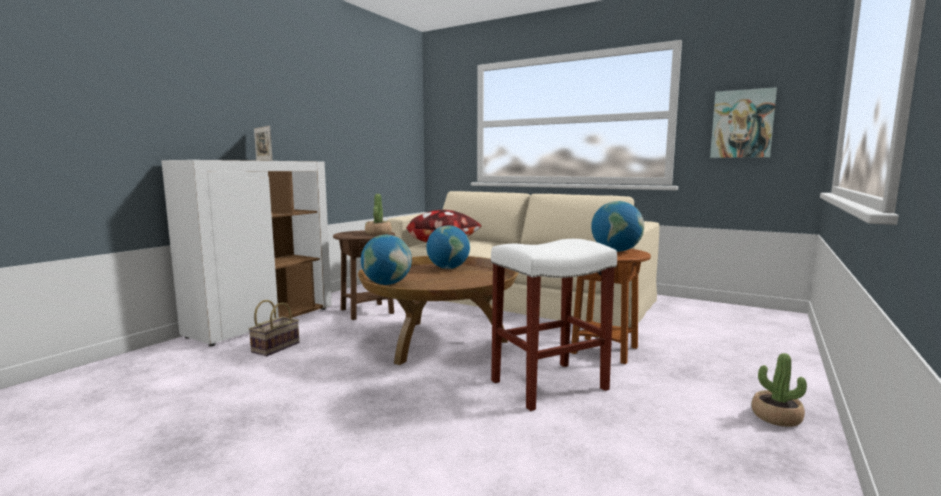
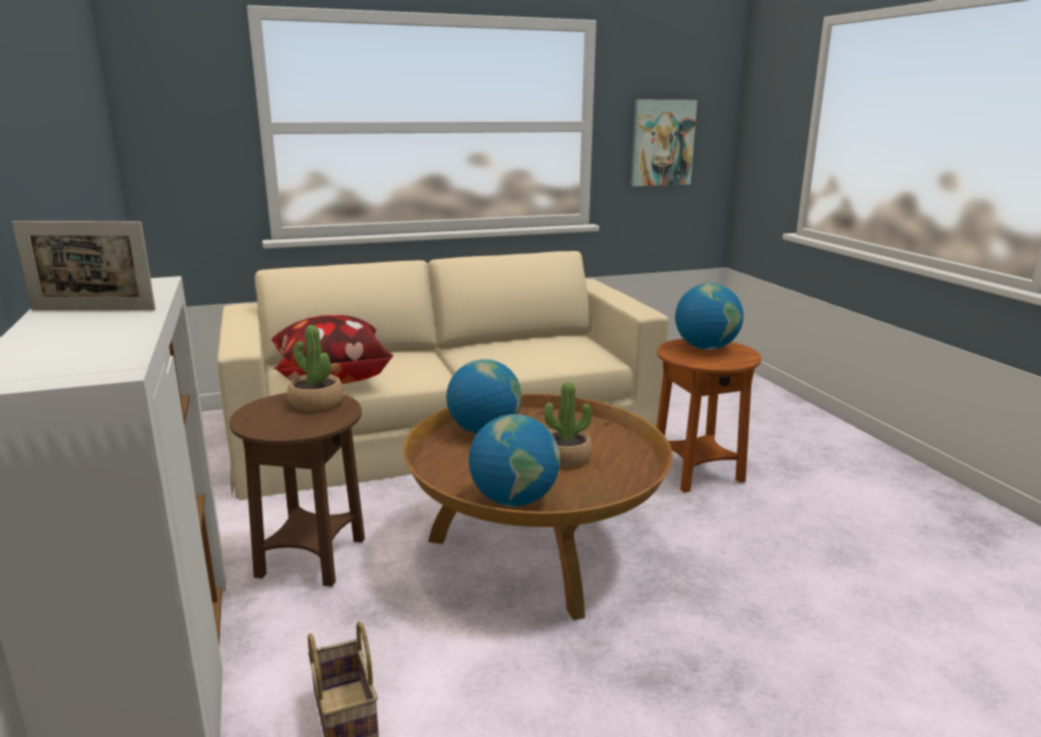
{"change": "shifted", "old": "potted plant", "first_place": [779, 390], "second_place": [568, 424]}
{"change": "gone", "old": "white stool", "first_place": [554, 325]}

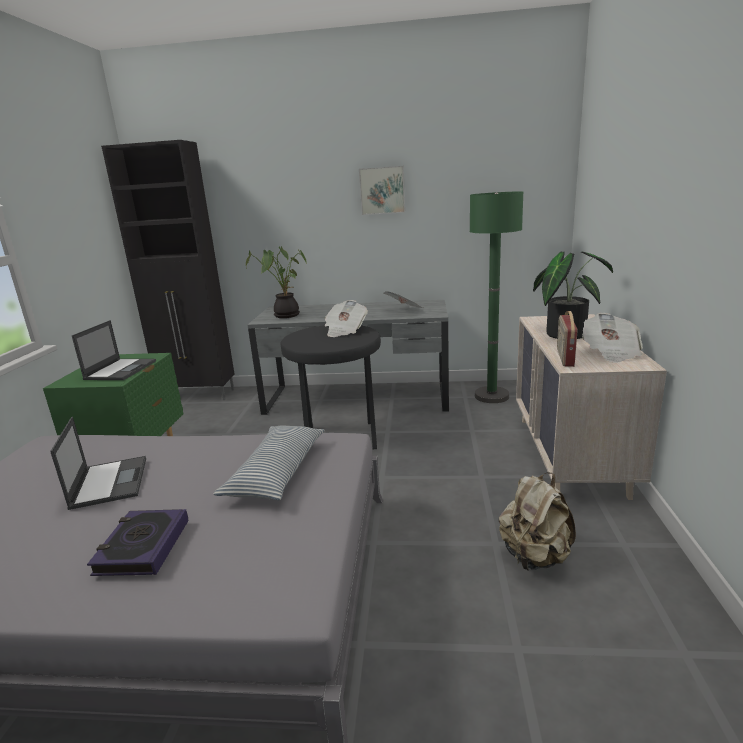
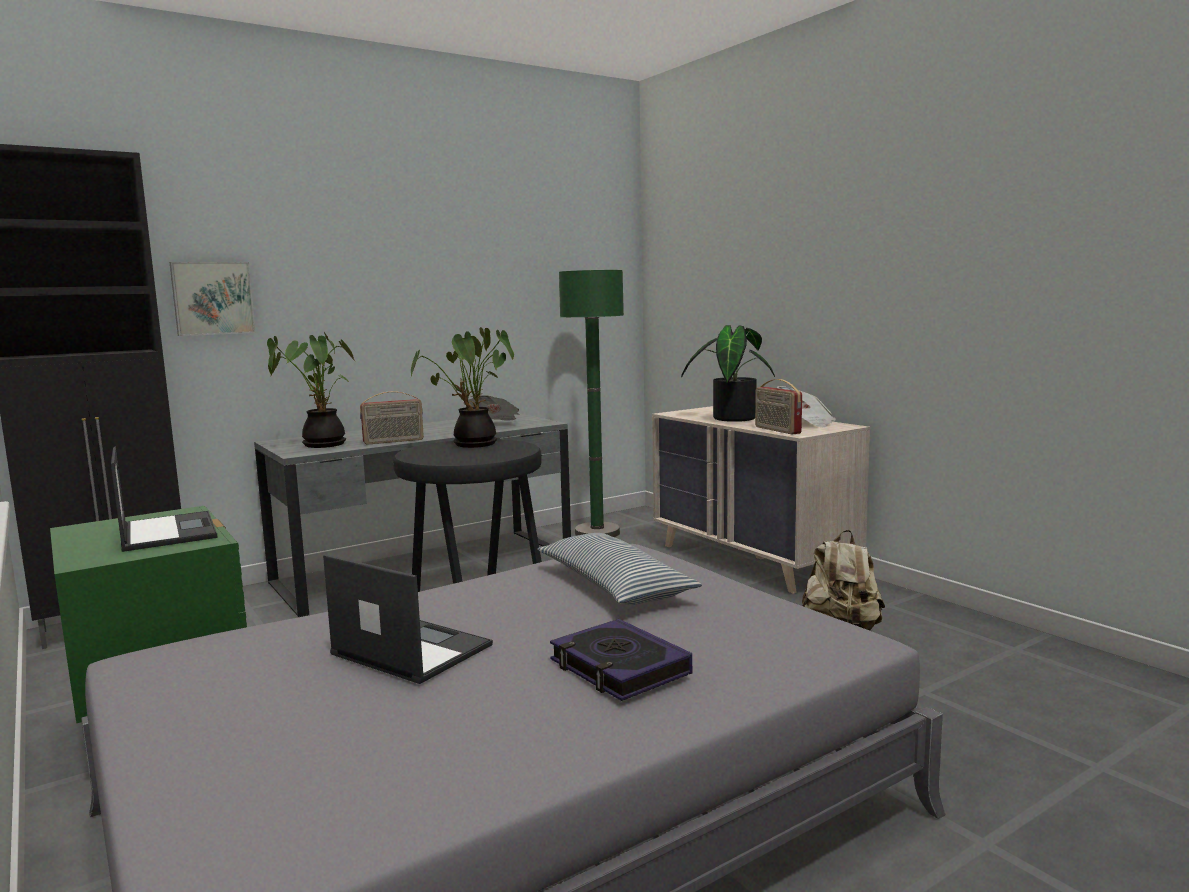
{"change": "shifted", "old": "picture", "first_place": [382, 190], "second_place": [212, 299]}
{"change": "new", "new": "radio", "second_place": [392, 418]}
{"change": "swapped", "old": "newspaper", "new": "potted plant", "first_place": [346, 318], "second_place": [462, 387]}

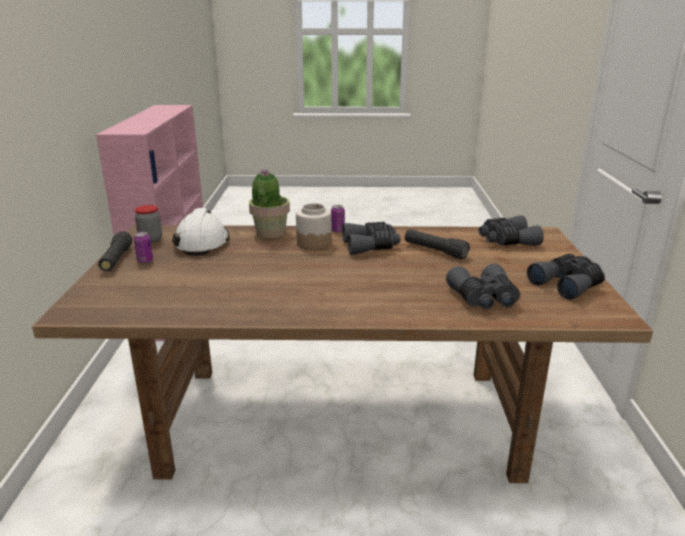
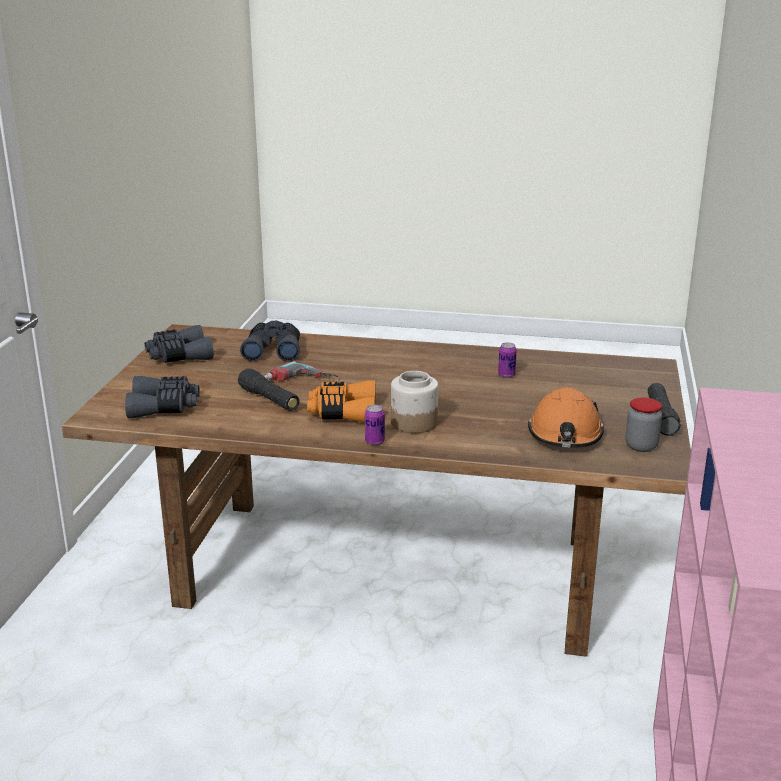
{"change": "new", "new": "power drill", "second_place": [301, 371]}
{"change": "repainted", "old": "grey binoculars", "new": "orange binoculars", "first_place": [371, 238], "second_place": [341, 401]}
{"change": "shifted", "old": "can", "first_place": [143, 248], "second_place": [507, 360]}
{"change": "repainted", "old": "white hard hat", "new": "orange hard hat", "first_place": [201, 232], "second_place": [566, 418]}
{"change": "gone", "old": "potted plant", "first_place": [269, 203]}

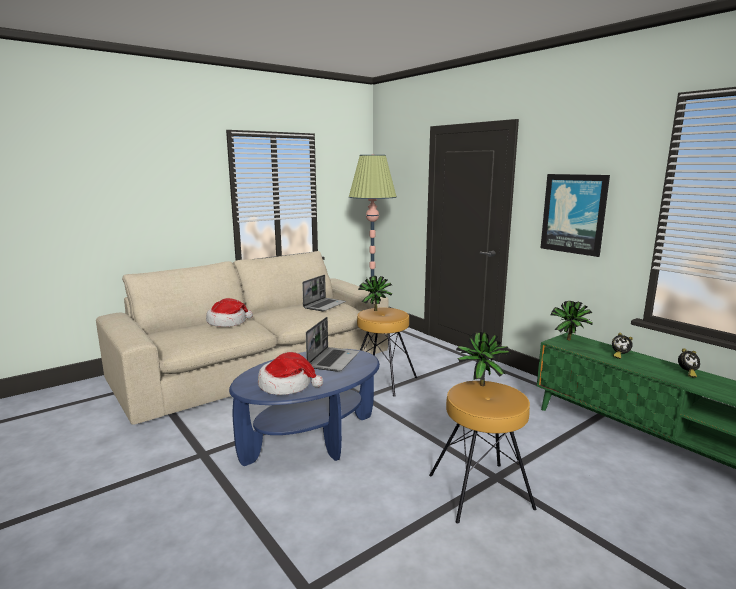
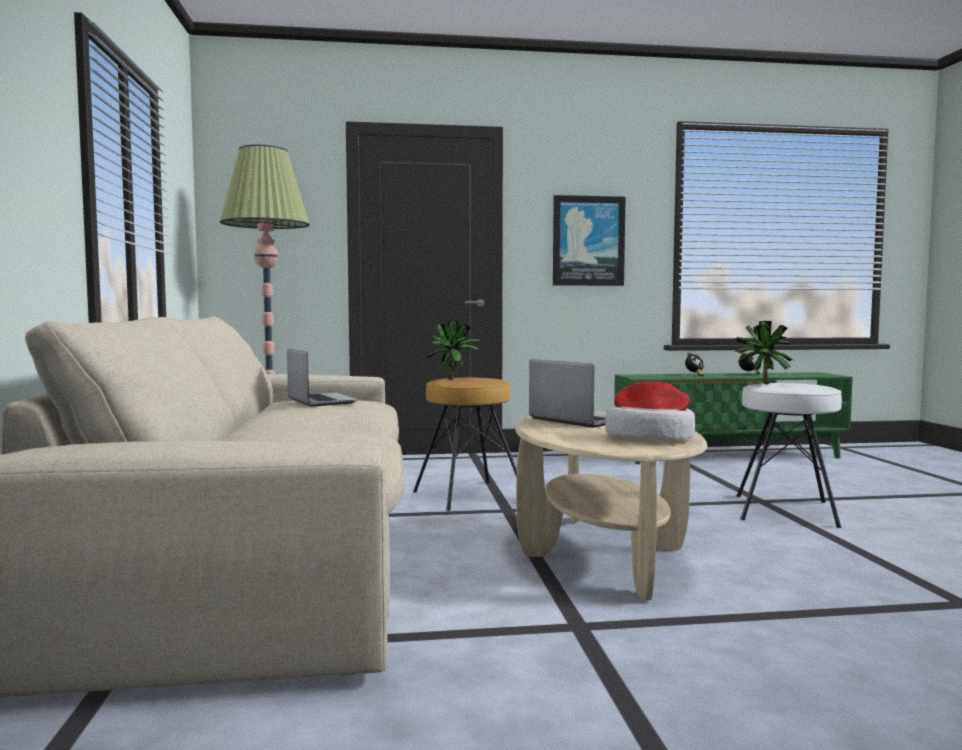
{"change": "repainted", "old": "blue coffee table", "new": "beige coffee table", "first_place": [304, 407], "second_place": [611, 506]}
{"change": "repainted", "old": "brown stool", "new": "white stool", "first_place": [483, 452], "second_place": [789, 455]}
{"change": "gone", "old": "hat", "first_place": [229, 312]}
{"change": "gone", "old": "potted plant", "first_place": [571, 321]}

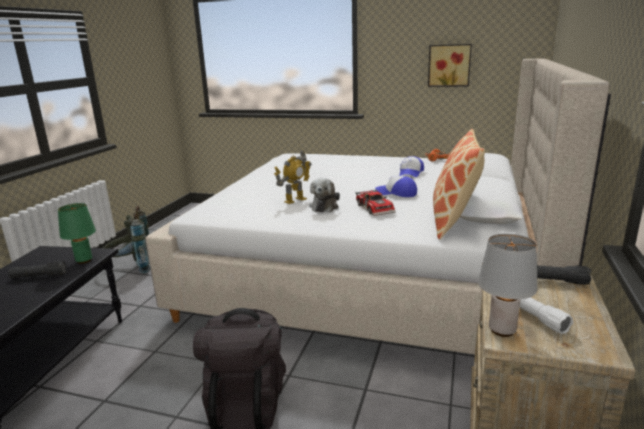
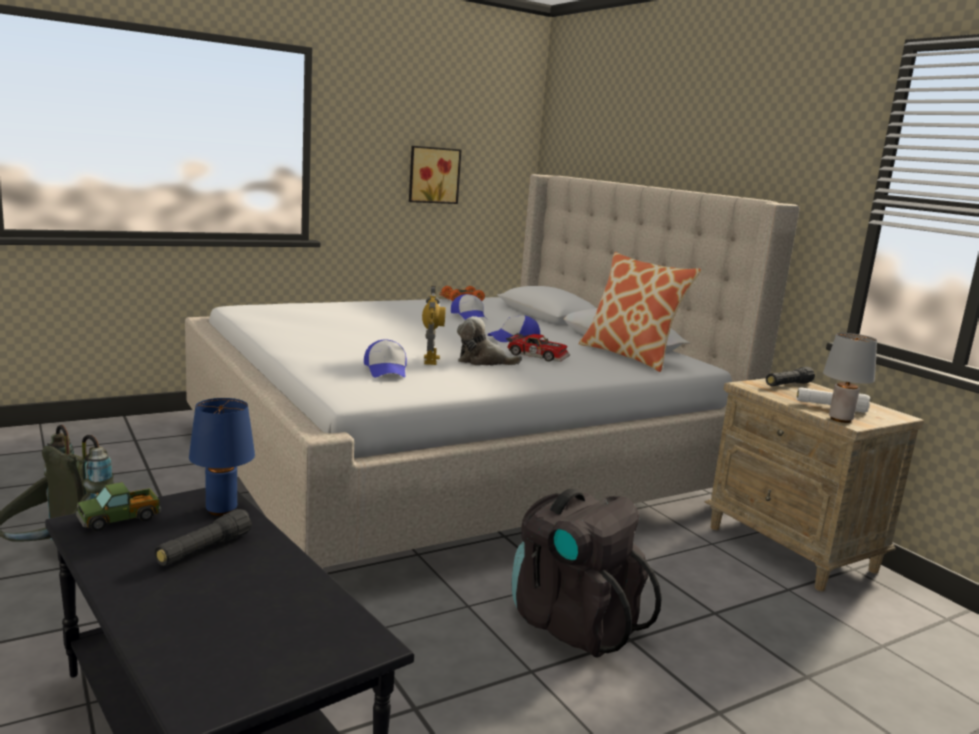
{"change": "new", "new": "toy truck", "second_place": [118, 506]}
{"change": "repainted", "old": "green table lamp", "new": "blue table lamp", "first_place": [77, 233], "second_place": [222, 457]}
{"change": "new", "new": "cap", "second_place": [385, 358]}
{"change": "rotated", "old": "plush toy", "first_place": [324, 195], "second_place": [489, 341], "degrees": 135}

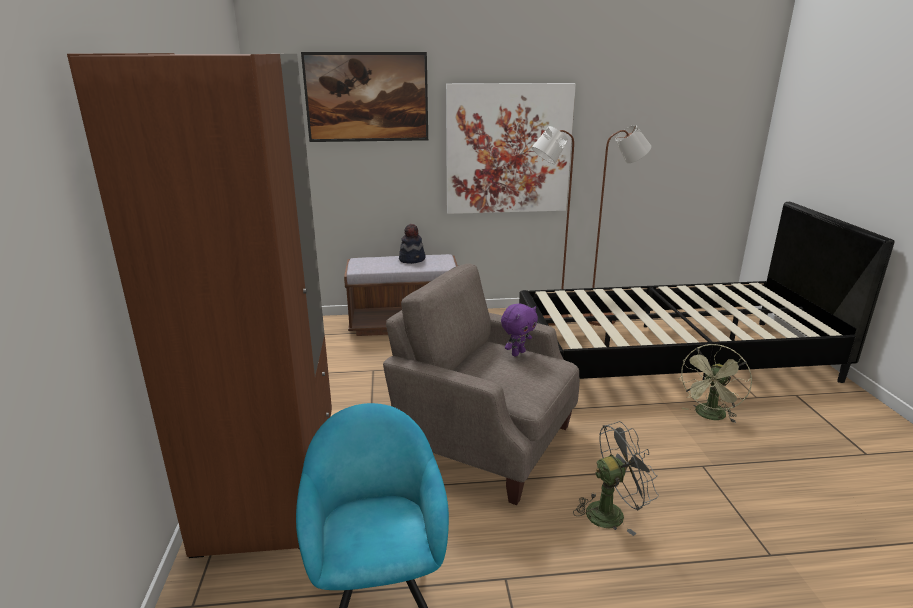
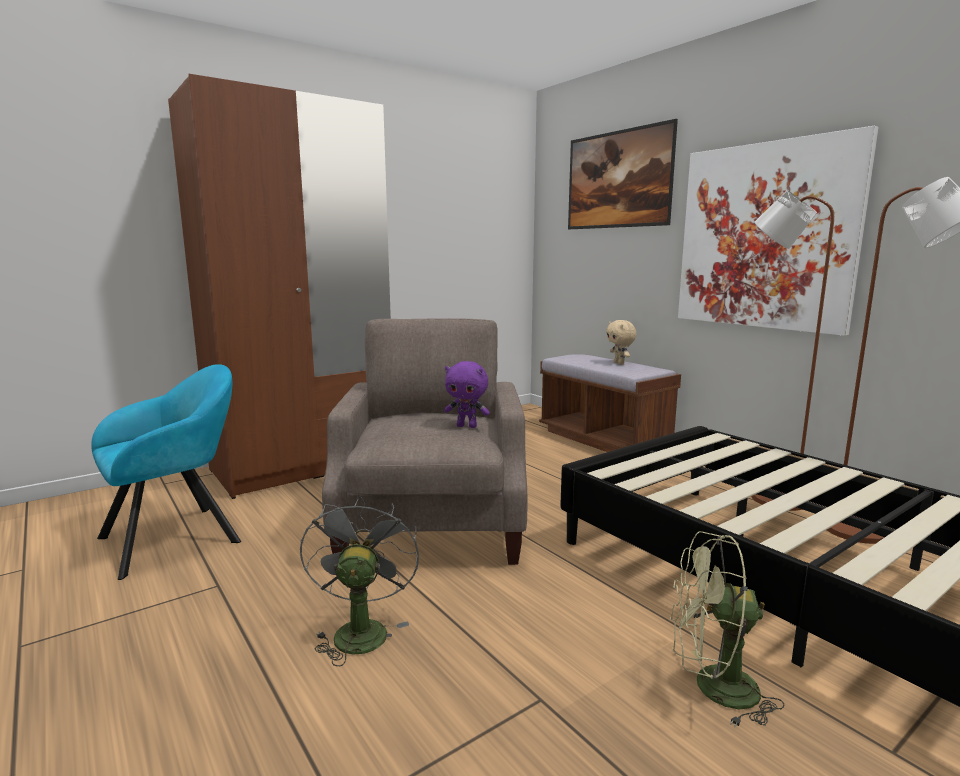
{"change": "rotated", "old": "grey fan", "first_place": [615, 478], "second_place": [359, 580], "degrees": -135}
{"change": "swapped", "old": "hat", "new": "beige plush toy", "first_place": [412, 244], "second_place": [621, 342]}

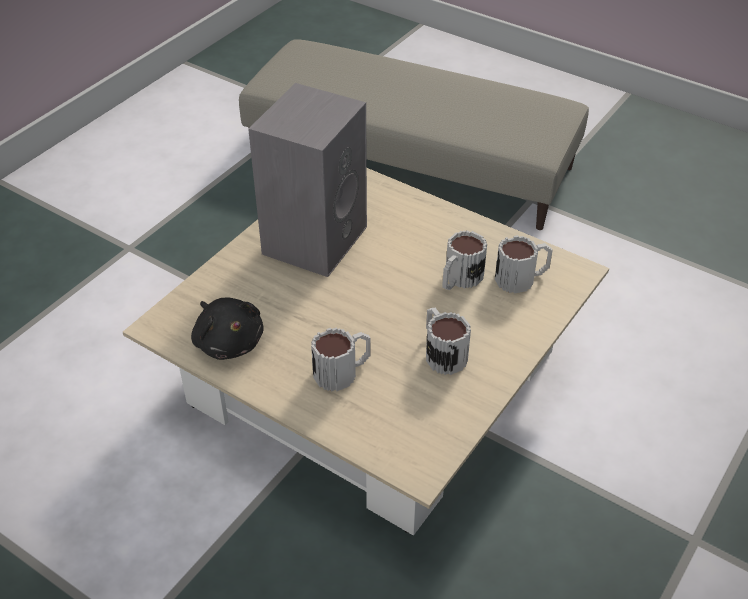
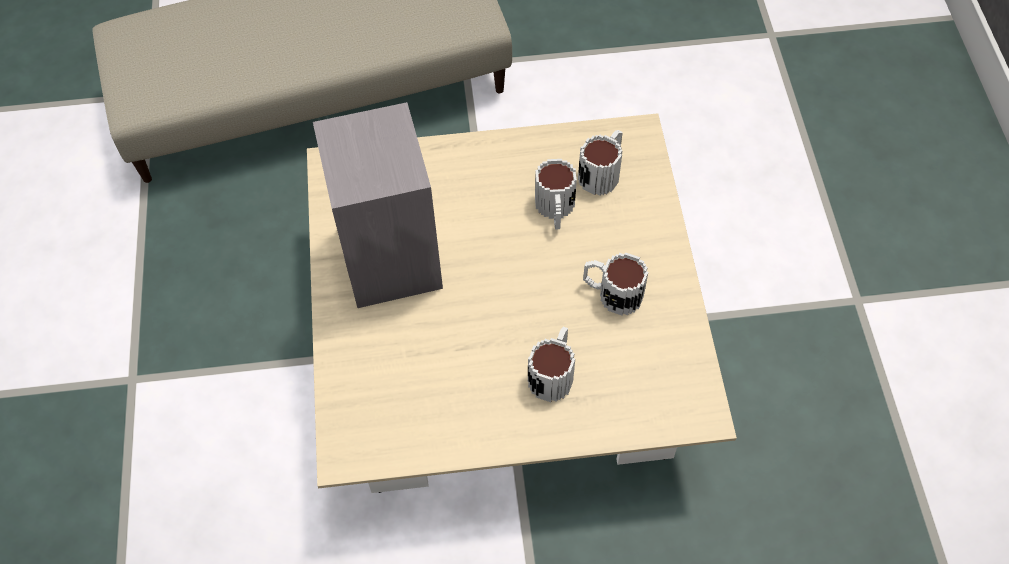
{"change": "gone", "old": "black plush toy", "first_place": [227, 328]}

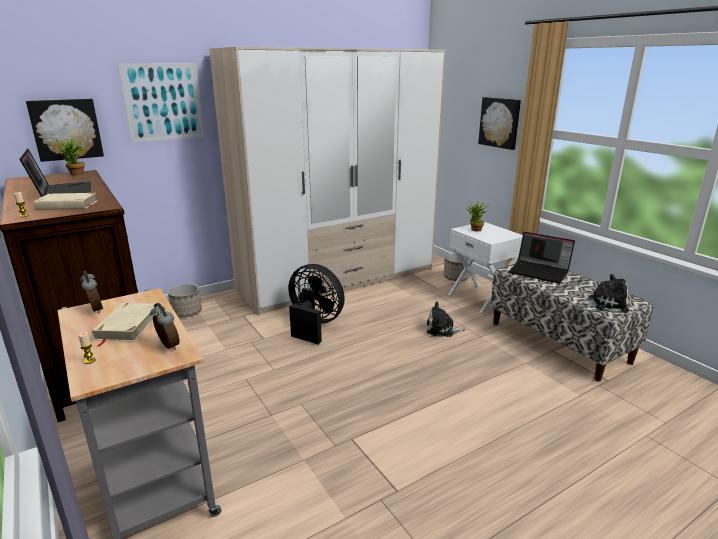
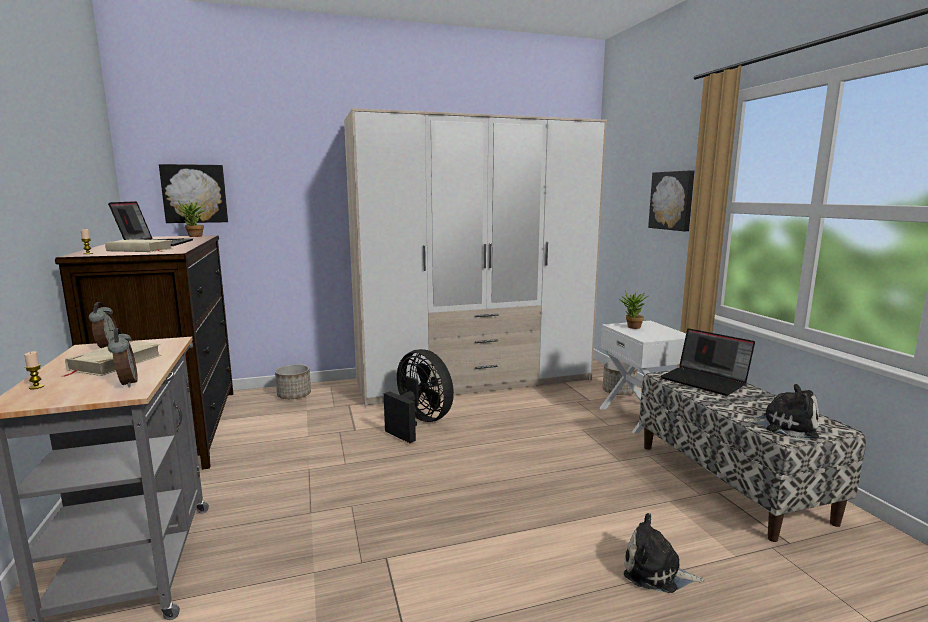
{"change": "shifted", "old": "plush toy", "first_place": [445, 319], "second_place": [664, 553]}
{"change": "gone", "old": "picture", "first_place": [161, 102]}

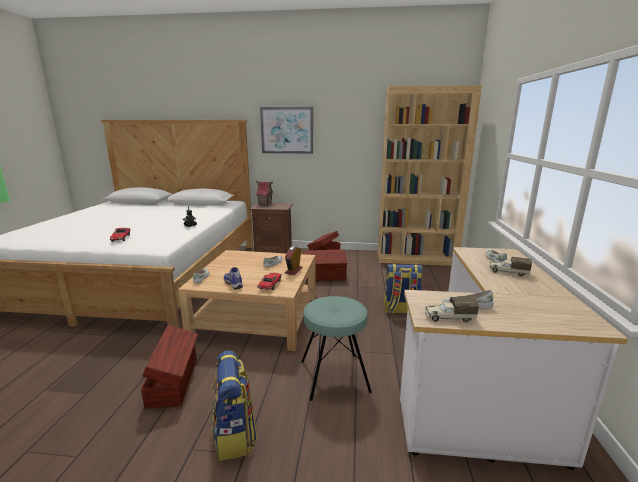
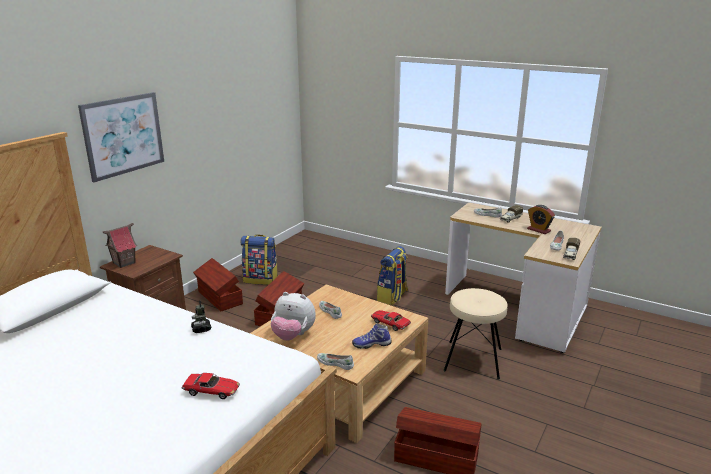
{"change": "shifted", "old": "backpack", "first_place": [234, 405], "second_place": [259, 259]}
{"change": "new", "new": "plush toy", "second_place": [293, 316]}
{"change": "repainted", "old": "turquoise stool", "new": "beige stool", "first_place": [336, 348], "second_place": [476, 334]}
{"change": "shifted", "old": "alarm clock", "first_place": [294, 260], "second_place": [541, 219]}
{"change": "gone", "old": "brown bookcase", "first_place": [430, 175]}

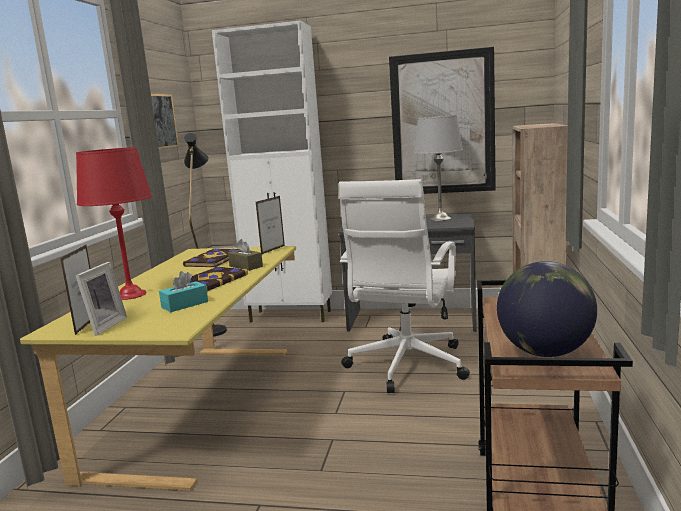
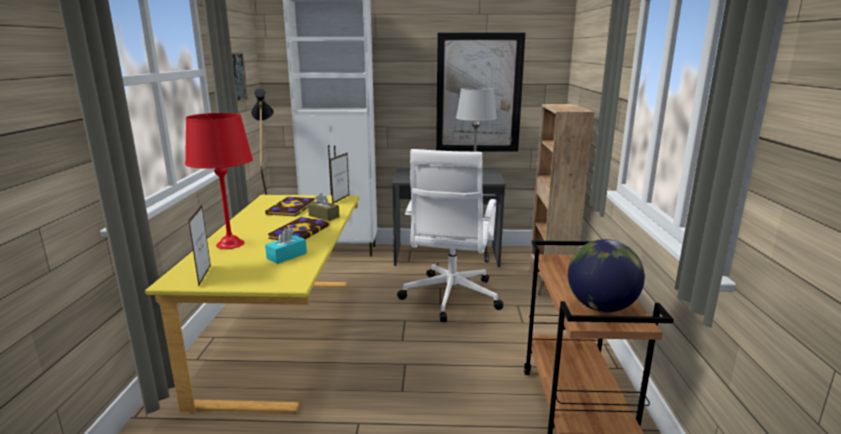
{"change": "gone", "old": "picture frame", "first_place": [101, 299]}

